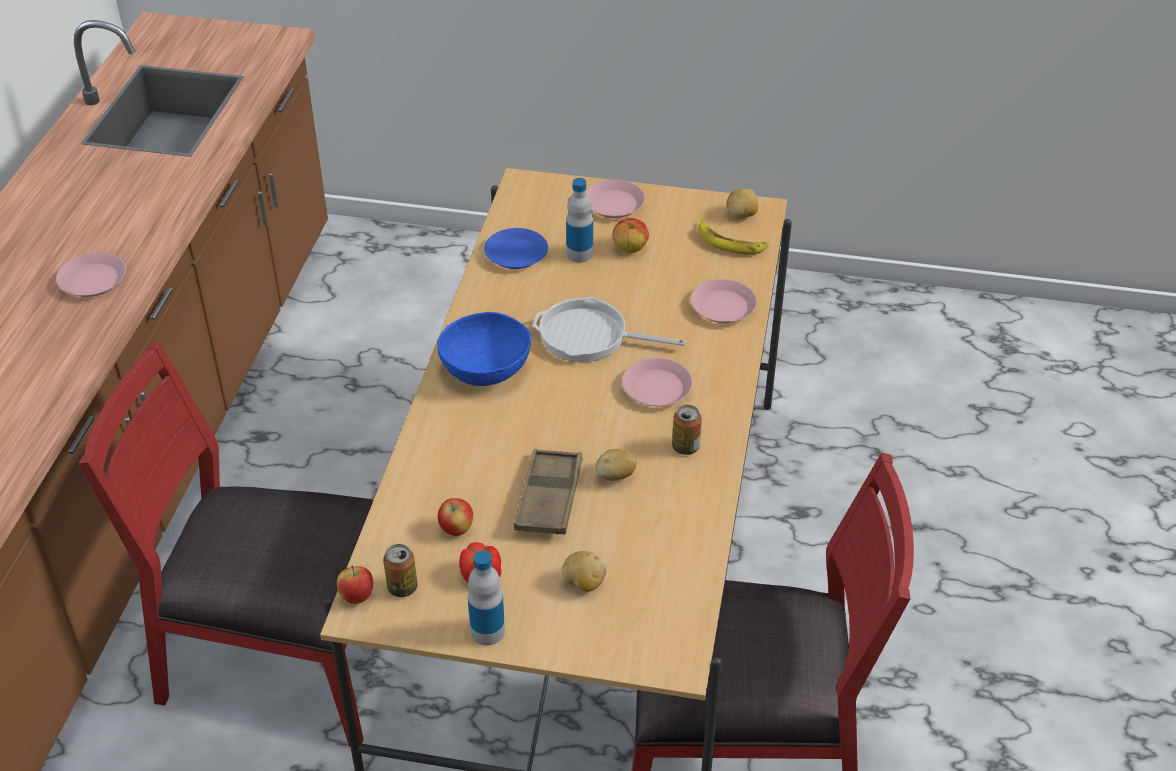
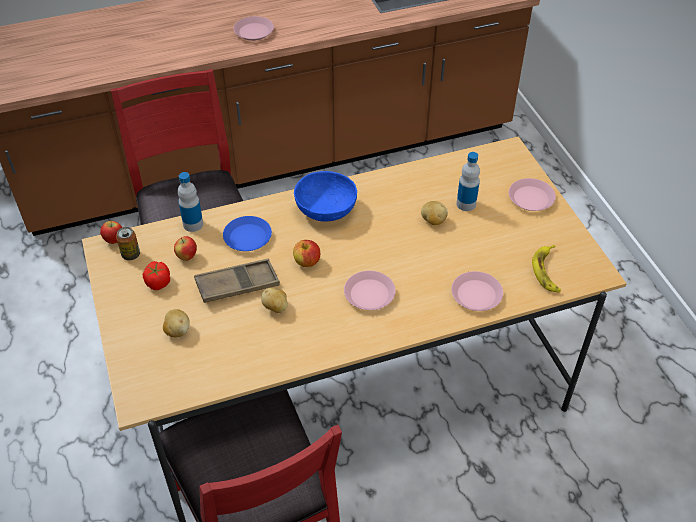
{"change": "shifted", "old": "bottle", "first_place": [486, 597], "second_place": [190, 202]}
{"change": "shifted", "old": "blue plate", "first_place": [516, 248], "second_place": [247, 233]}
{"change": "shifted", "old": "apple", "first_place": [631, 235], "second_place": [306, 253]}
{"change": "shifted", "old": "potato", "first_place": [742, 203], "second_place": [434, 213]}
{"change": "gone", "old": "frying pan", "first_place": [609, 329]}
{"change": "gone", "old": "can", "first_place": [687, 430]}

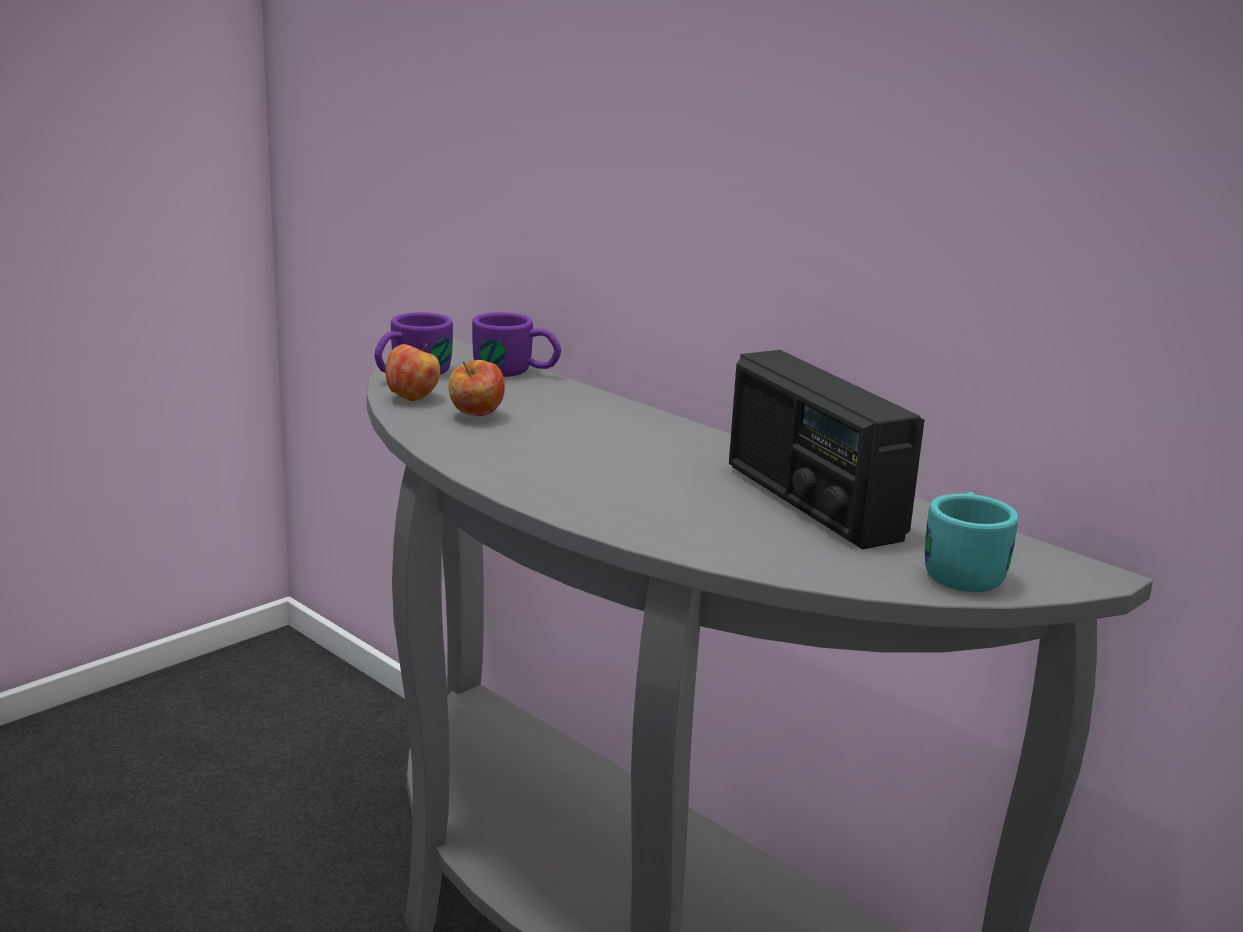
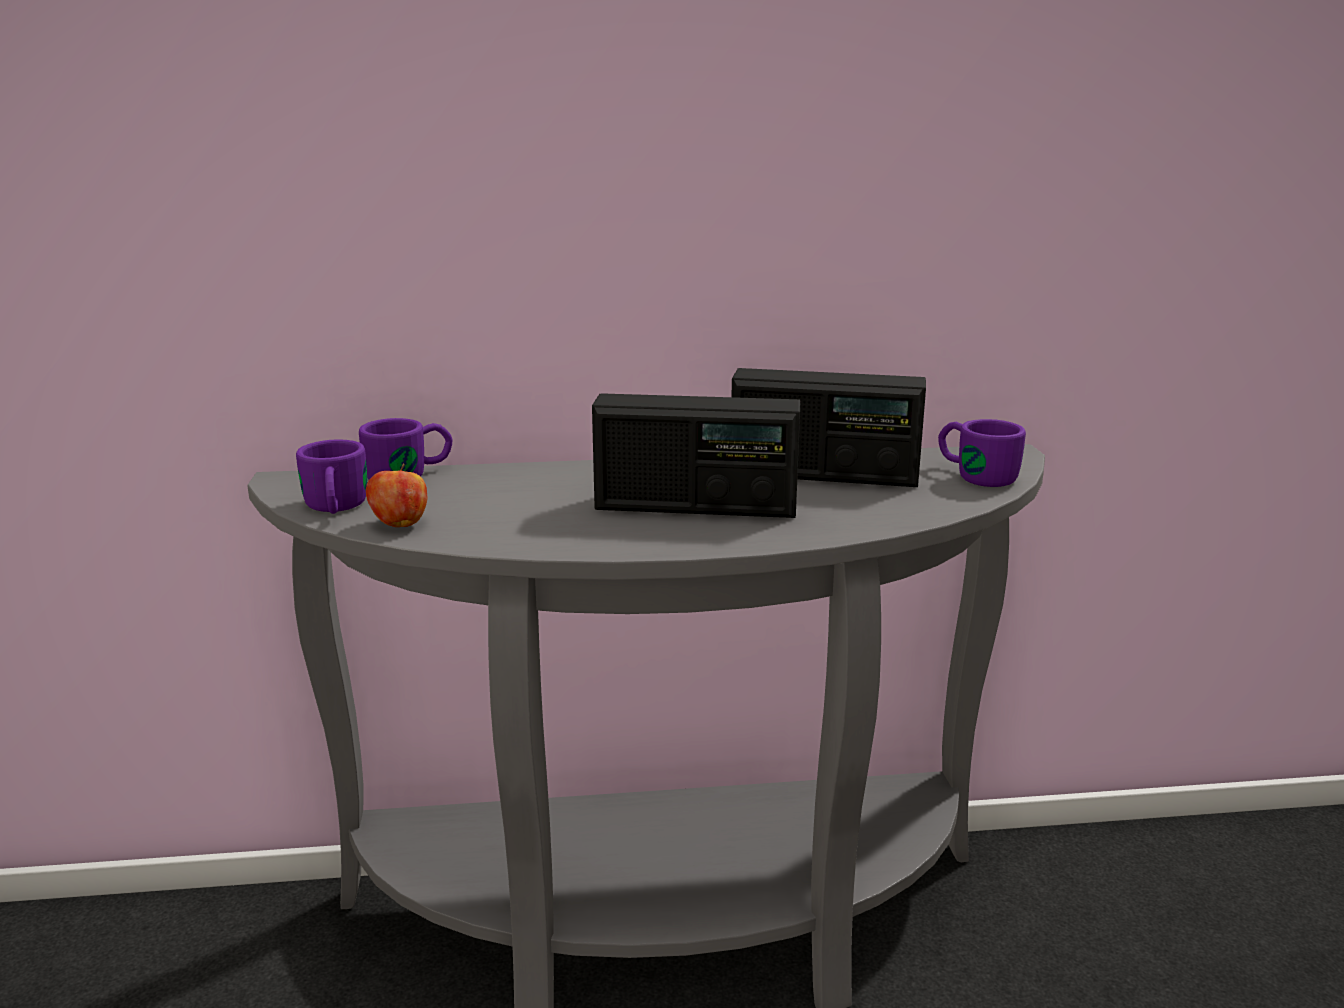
{"change": "new", "new": "radio", "second_place": [696, 455]}
{"change": "repainted", "old": "turquoise mug", "new": "purple mug", "first_place": [972, 542], "second_place": [982, 453]}
{"change": "gone", "old": "apple", "first_place": [476, 388]}

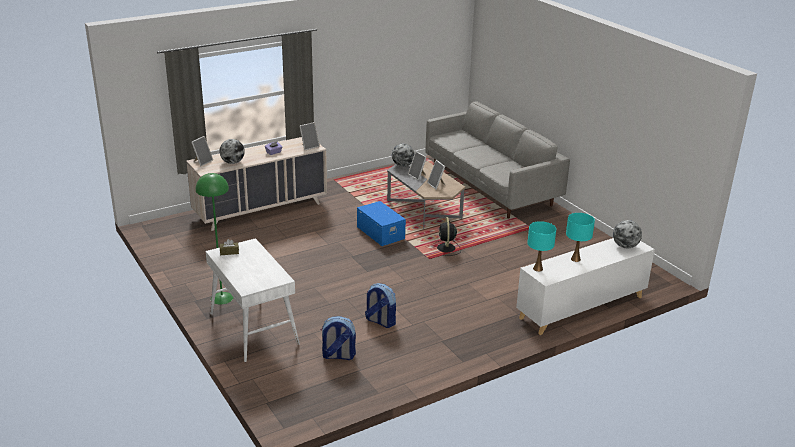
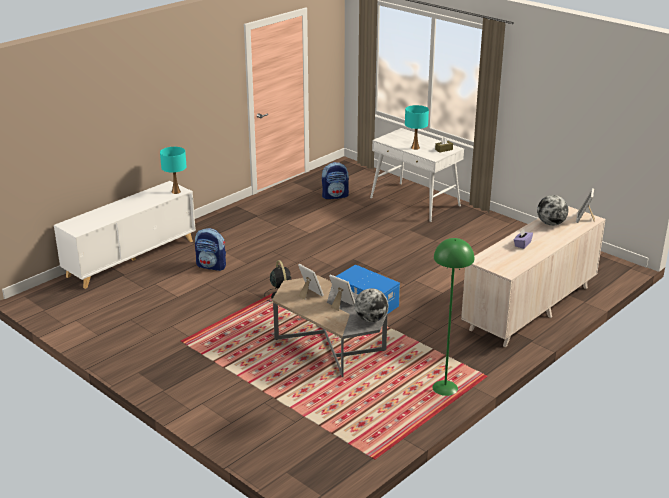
{"change": "shifted", "old": "backpack", "first_place": [380, 305], "second_place": [210, 249]}
{"change": "shifted", "old": "turquoise table lamp", "first_place": [580, 237], "second_place": [417, 127]}
{"change": "shifted", "old": "green floor lamp", "first_place": [214, 238], "second_place": [453, 317]}
{"change": "gone", "old": "picture frame", "first_place": [309, 136]}
{"change": "gone", "old": "grey sofa", "first_place": [497, 159]}
{"change": "gone", "old": "globe", "first_place": [627, 234]}

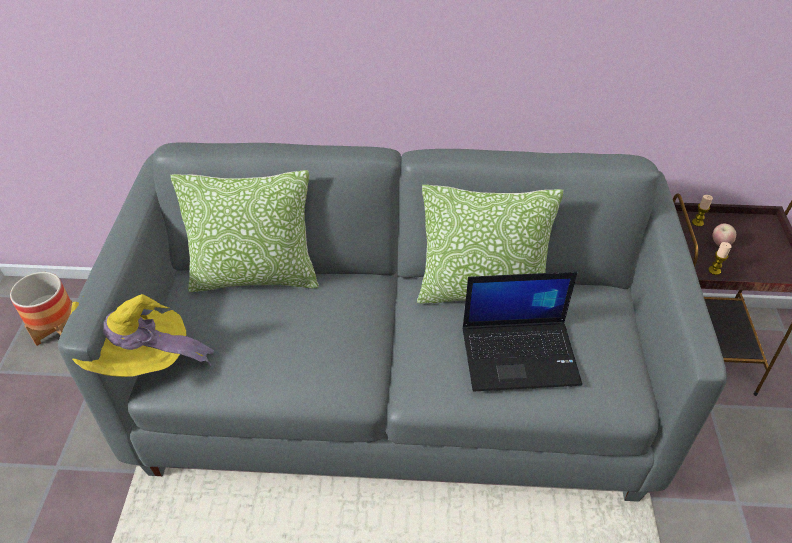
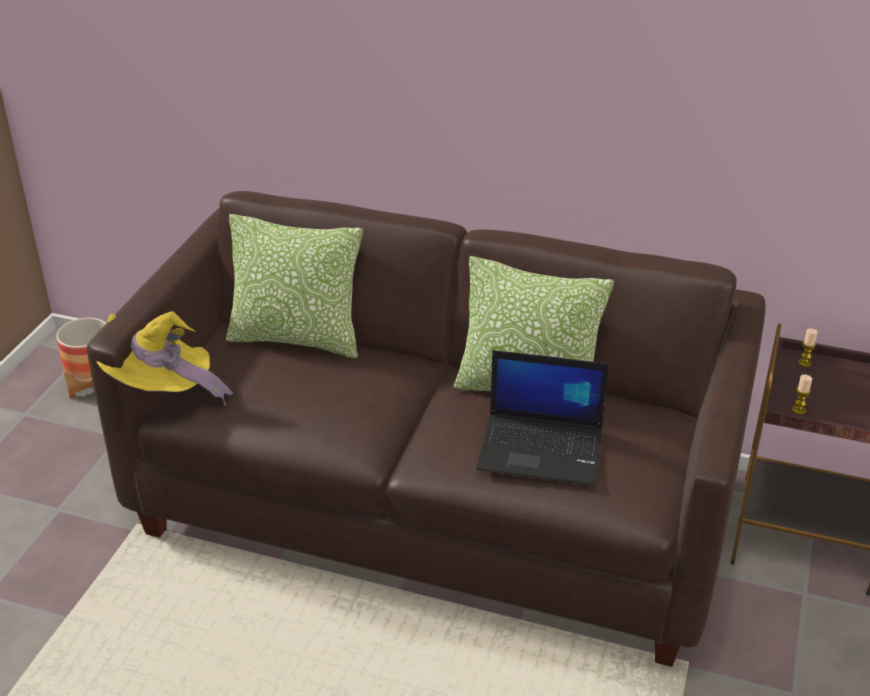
{"change": "repainted", "old": "grey sofa", "new": "brown sofa", "first_place": [392, 322], "second_place": [426, 429]}
{"change": "gone", "old": "apple", "first_place": [724, 234]}

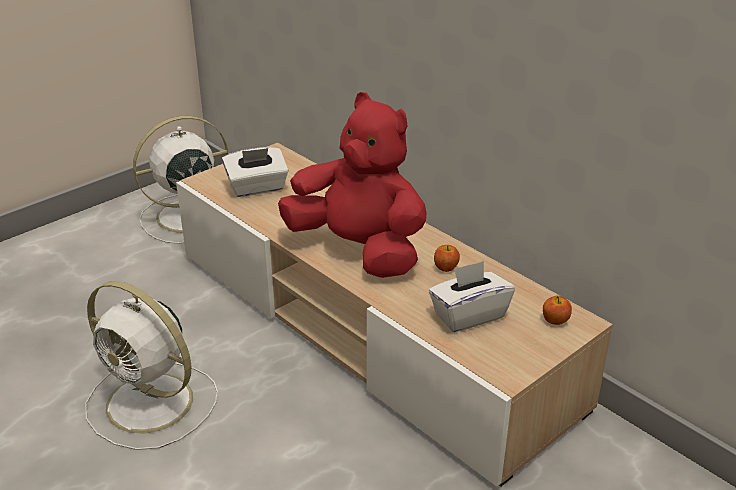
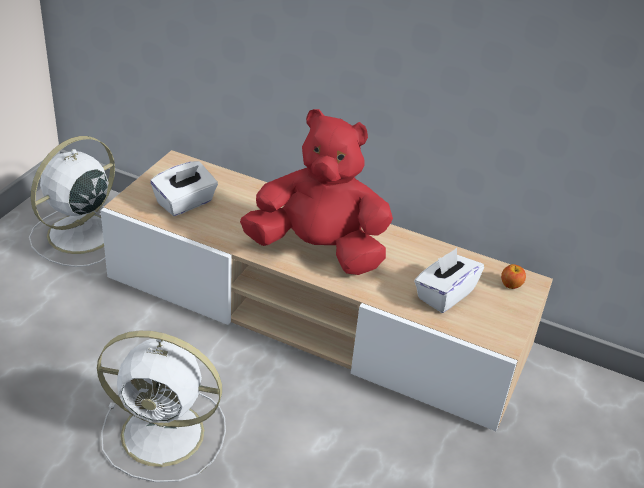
{"change": "gone", "old": "apple", "first_place": [447, 258]}

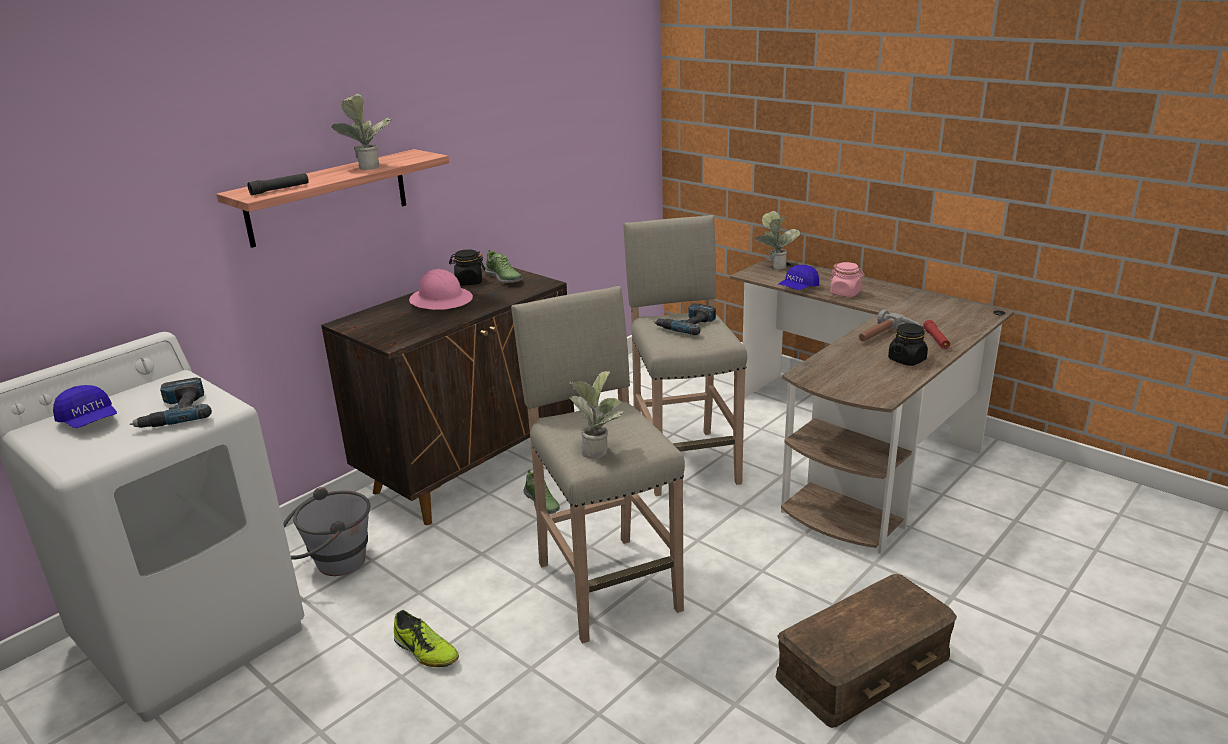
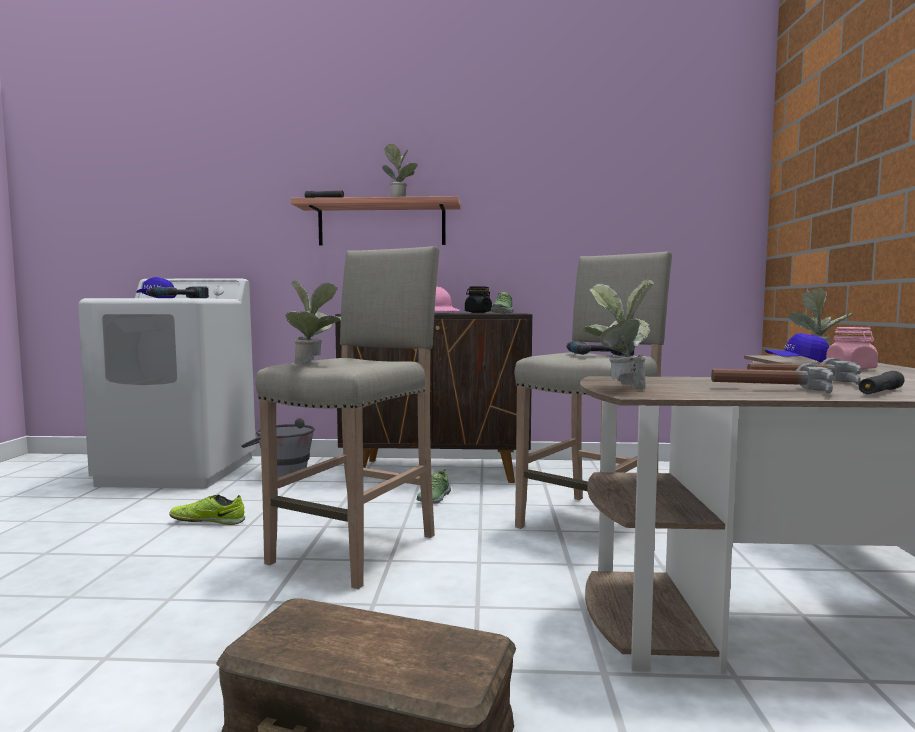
{"change": "rotated", "old": "shoe", "first_place": [426, 638], "second_place": [207, 510], "degrees": 90}
{"change": "new", "new": "potted plant", "second_place": [618, 335]}
{"change": "swapped", "old": "black jar", "new": "hammer", "first_place": [908, 344], "second_place": [772, 378]}
{"change": "repainted", "old": "red flashlight", "new": "black flashlight", "first_place": [936, 334], "second_place": [881, 382]}

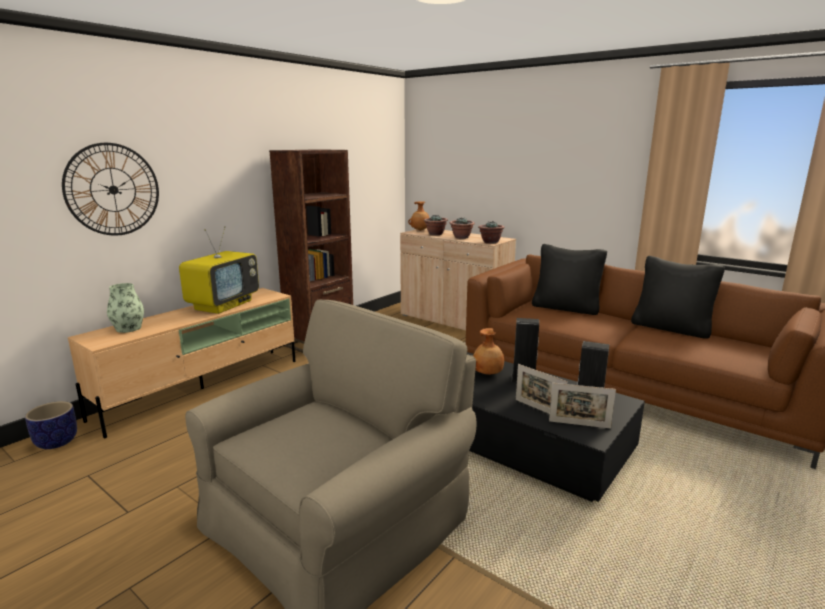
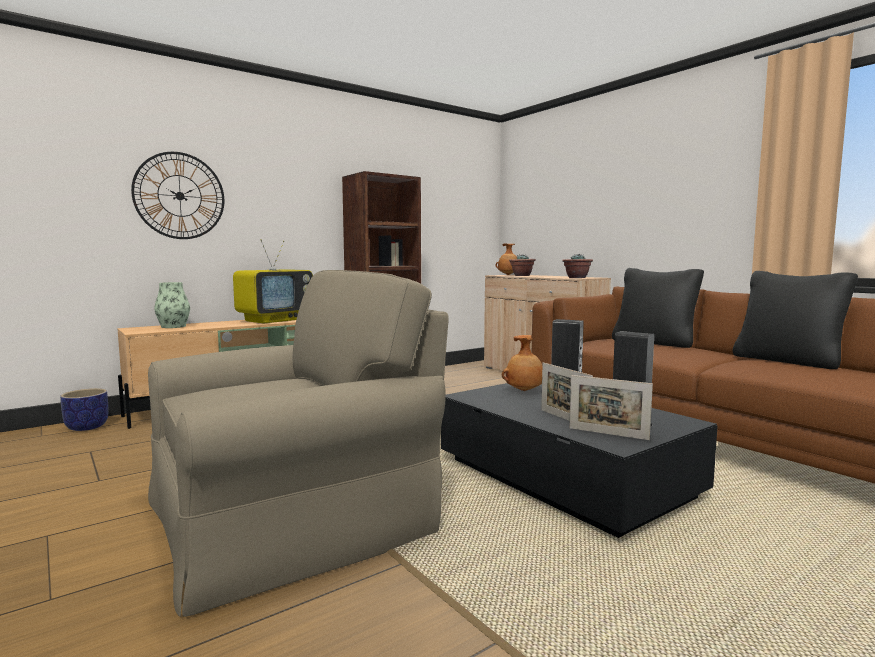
{"change": "gone", "old": "potted plant", "first_place": [462, 228]}

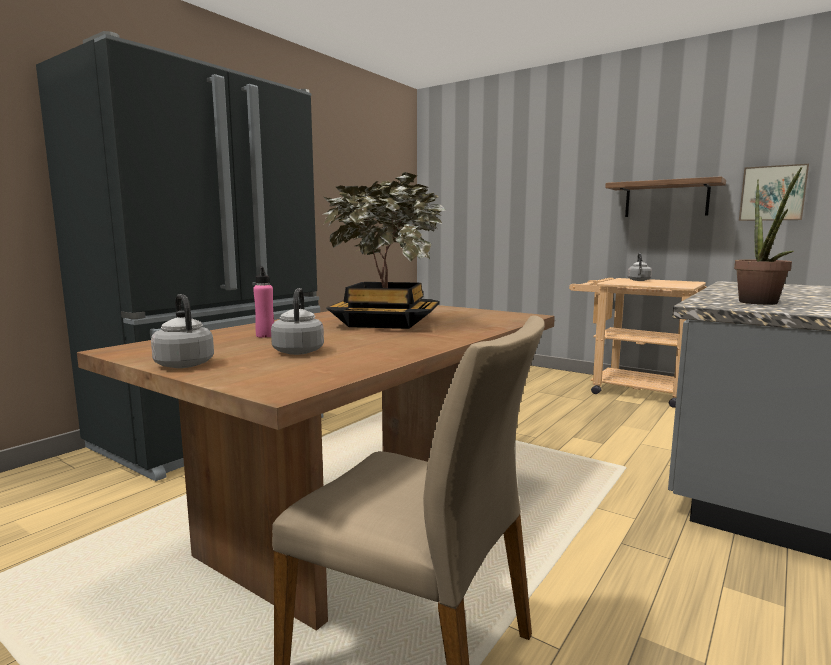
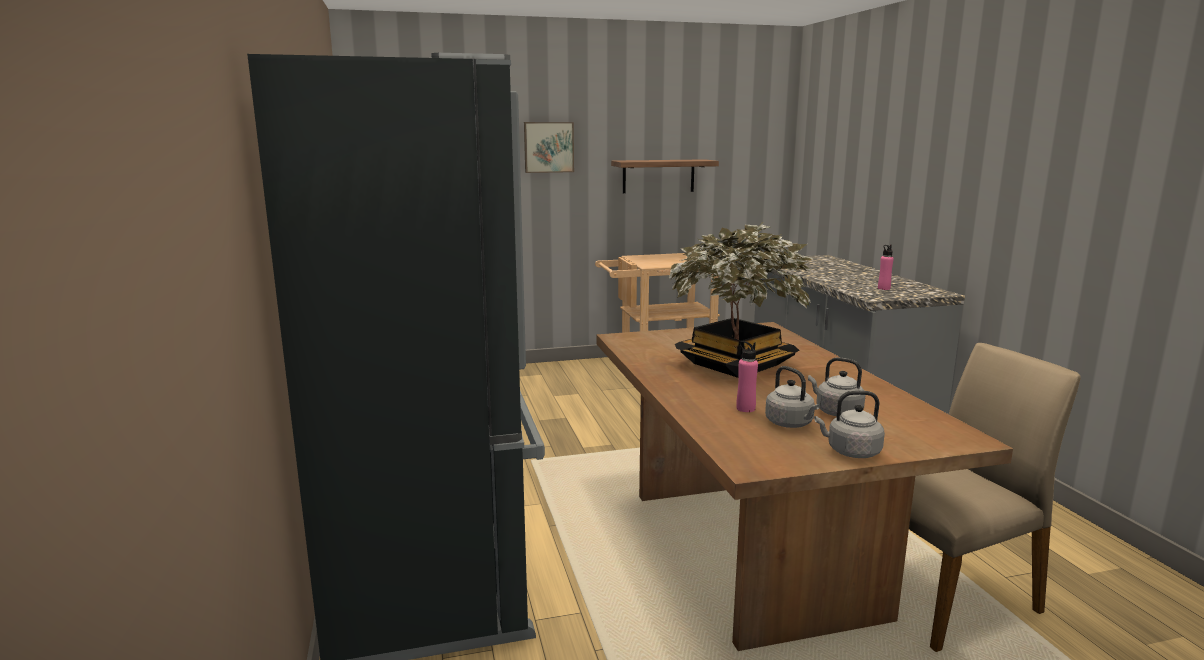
{"change": "shifted", "old": "picture", "first_place": [774, 192], "second_place": [549, 147]}
{"change": "shifted", "old": "grey kettle", "first_place": [640, 267], "second_place": [792, 397]}
{"change": "swapped", "old": "potted plant", "new": "pink bottle", "first_place": [768, 236], "second_place": [886, 267]}

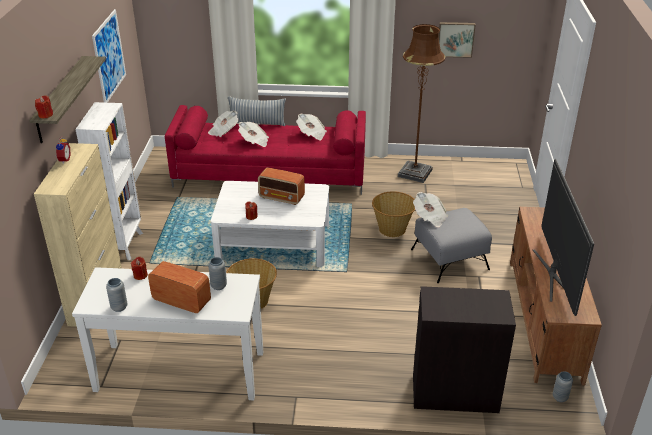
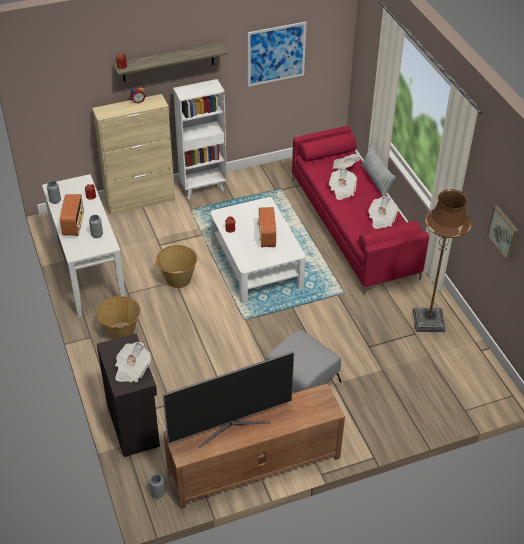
{"change": "shifted", "old": "basket", "first_place": [393, 214], "second_place": [119, 318]}
{"change": "shifted", "old": "newspaper", "first_place": [430, 209], "second_place": [133, 362]}

